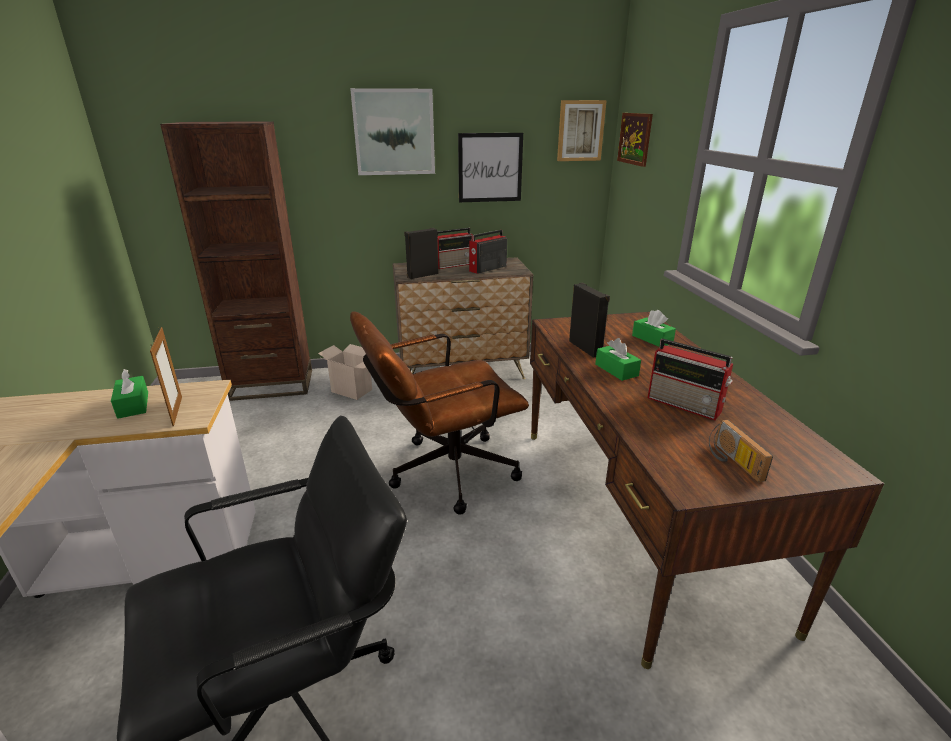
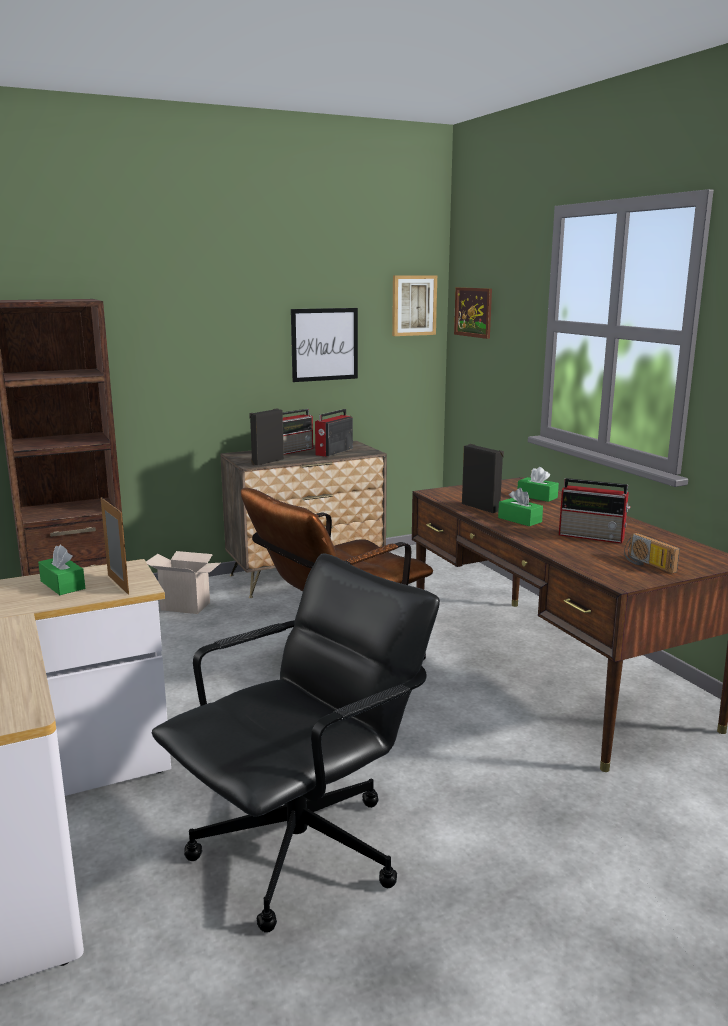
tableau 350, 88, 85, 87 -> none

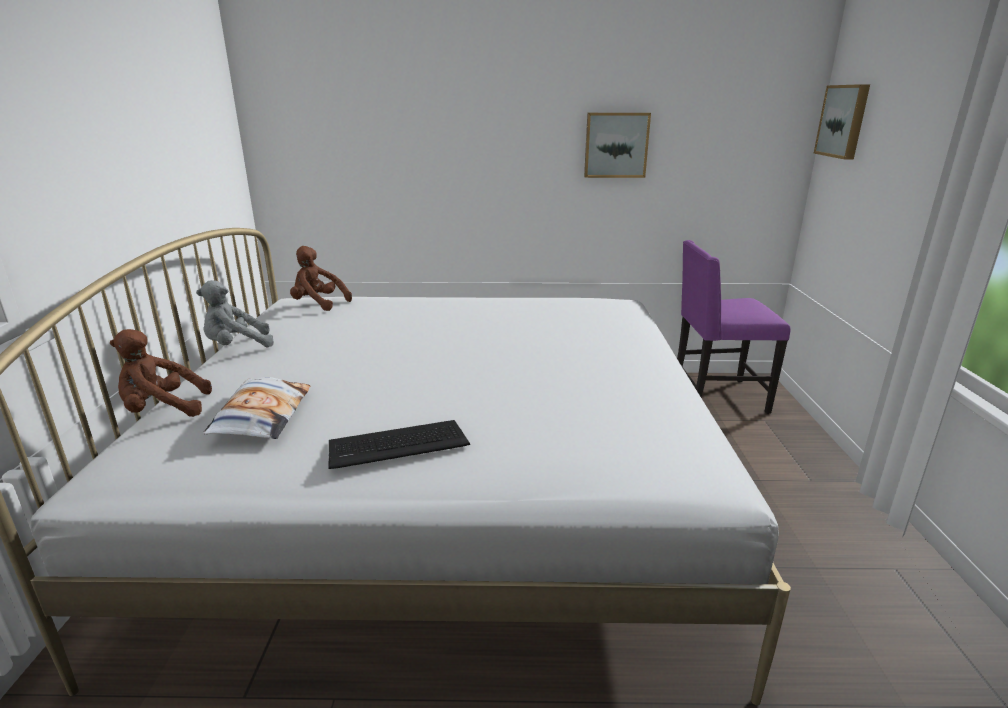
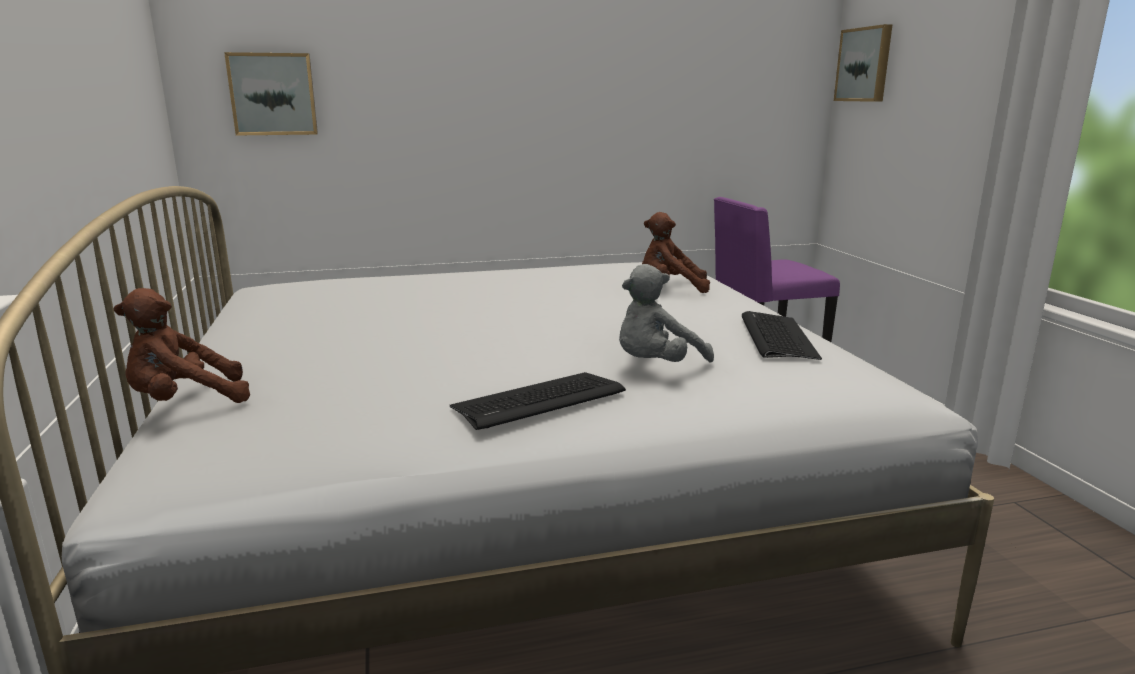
coussin 203, 377, 107, 62 -> none
none -> clavier 742, 311, 80, 49
peluche [gris] 196, 280, 78, 67 -> peluche [gris] 619, 264, 95, 99, move
peluche [marron] 290, 246, 62, 65 -> peluche [marron] 642, 212, 68, 81, move
tableau 584, 113, 67, 65 -> tableau 224, 52, 94, 84, move

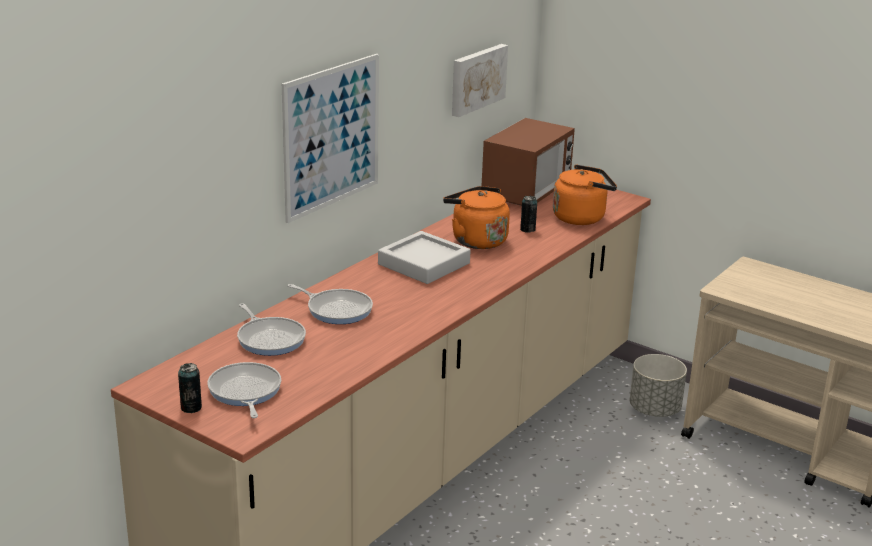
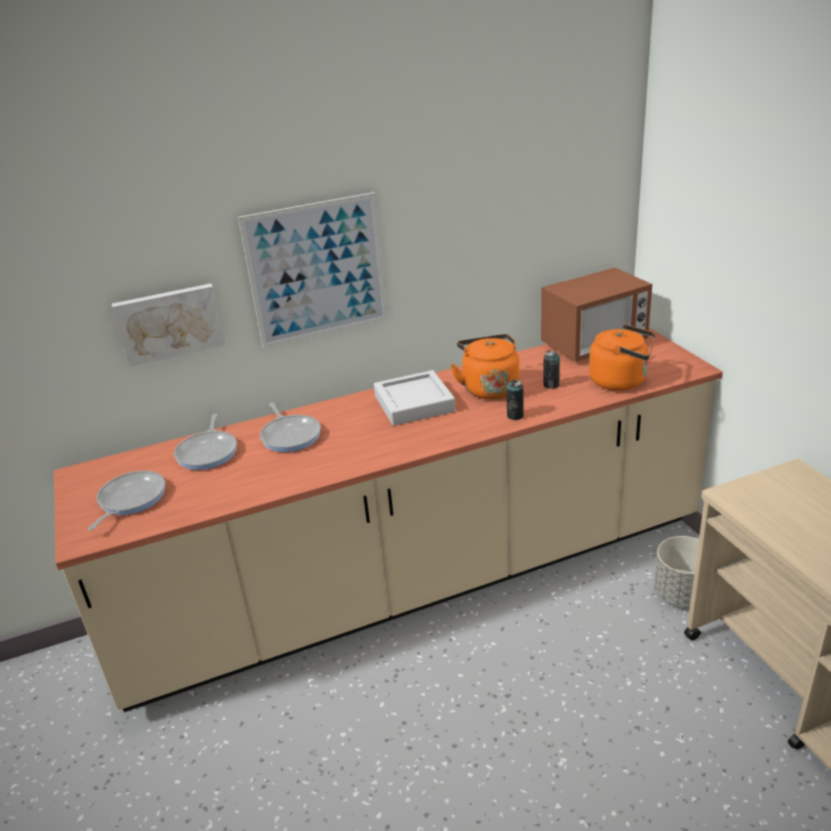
boîte métallique 178, 363, 24, 50 -> boîte métallique 506, 380, 18, 40, move
tableau 452, 44, 56, 73 -> tableau 112, 283, 113, 84, move

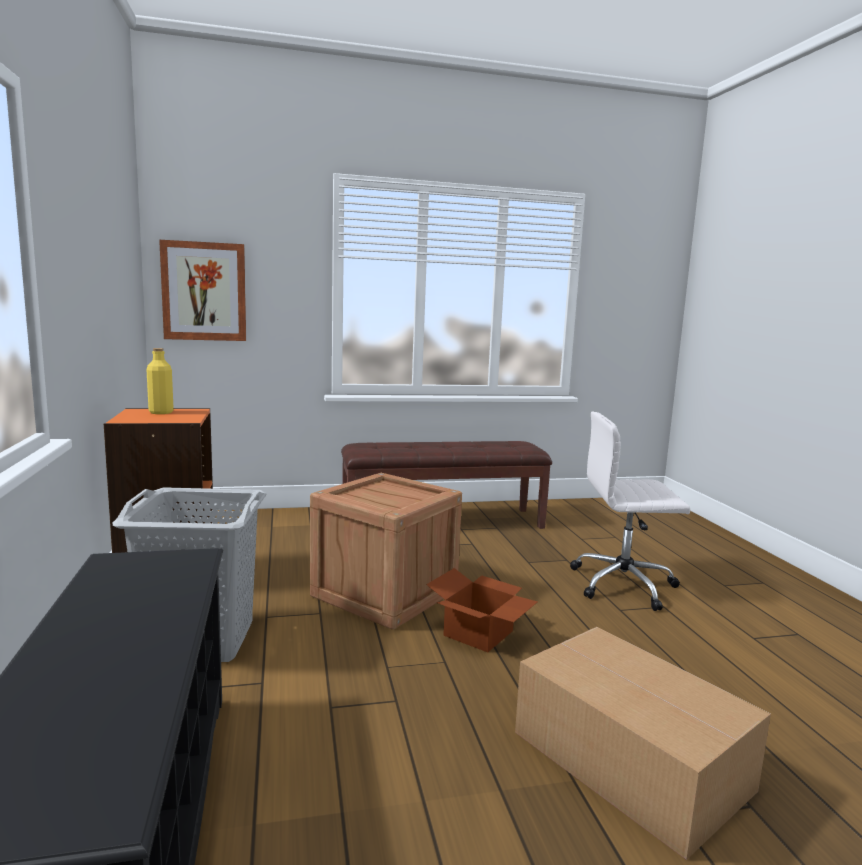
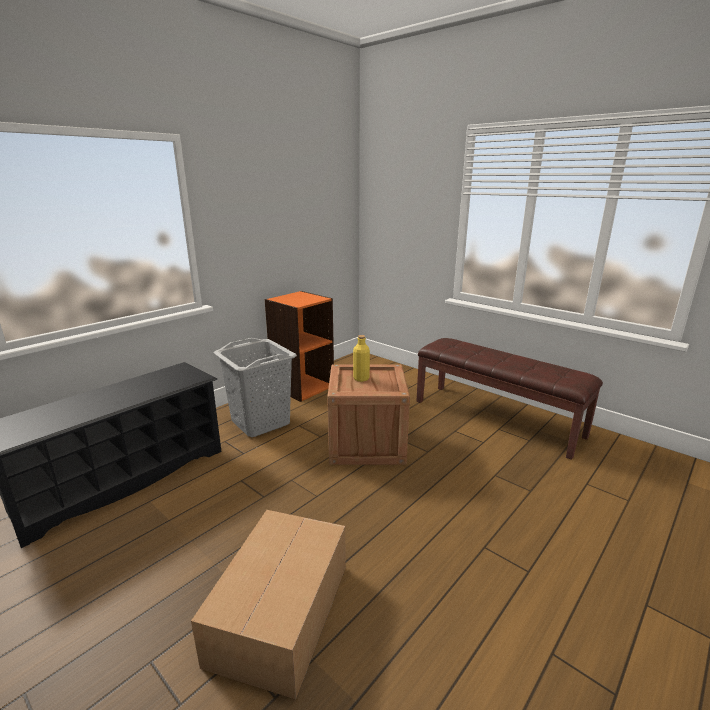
tableau 159, 240, 87, 101 -> none
carton 426, 568, 111, 84 -> none
chaise de bureau [blanc] 570, 412, 120, 199 -> none
bouteille [jaune] 146, 348, 28, 66 -> bouteille [jaune] 353, 335, 17, 47, move

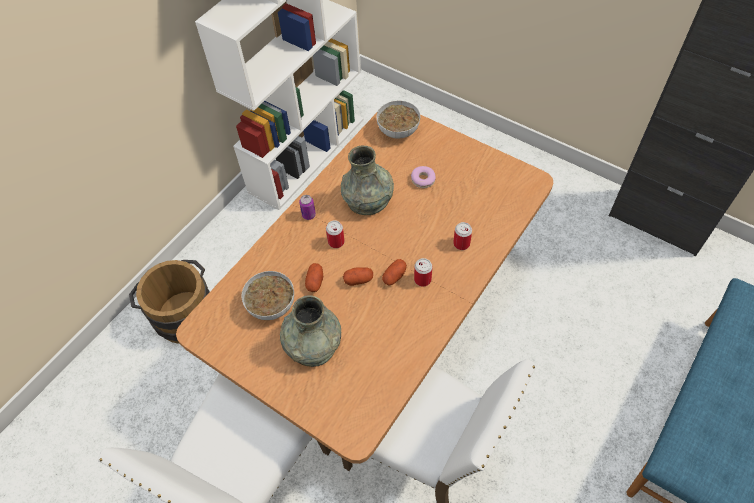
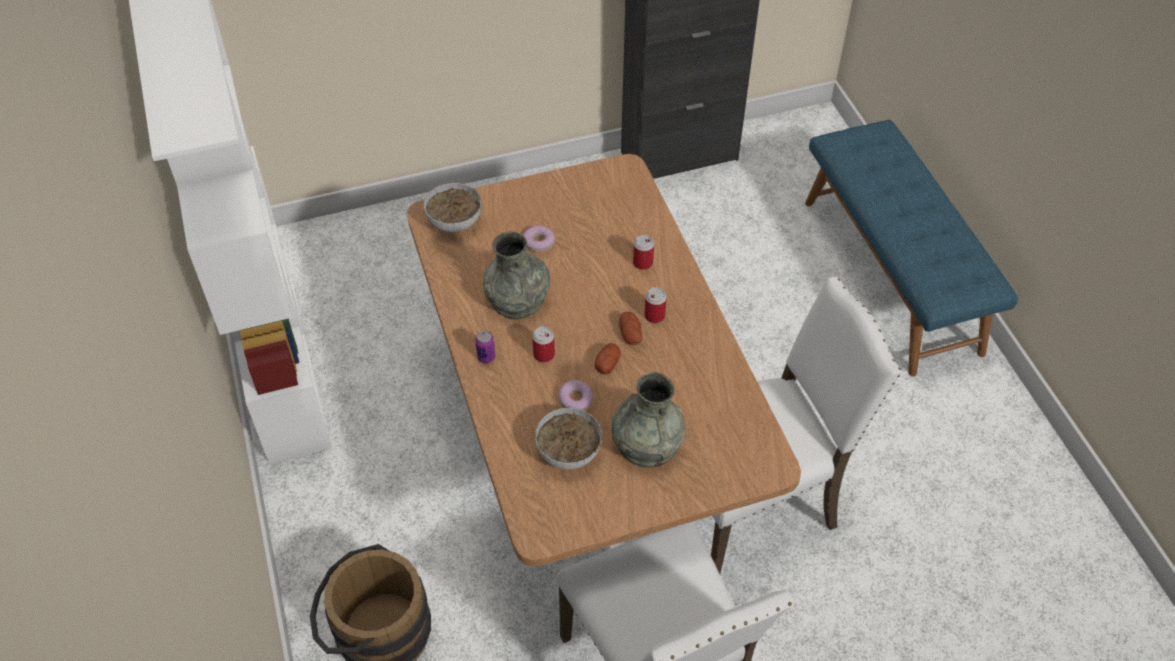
pomme de terre 305, 263, 18, 29 -> beignet 559, 380, 34, 31

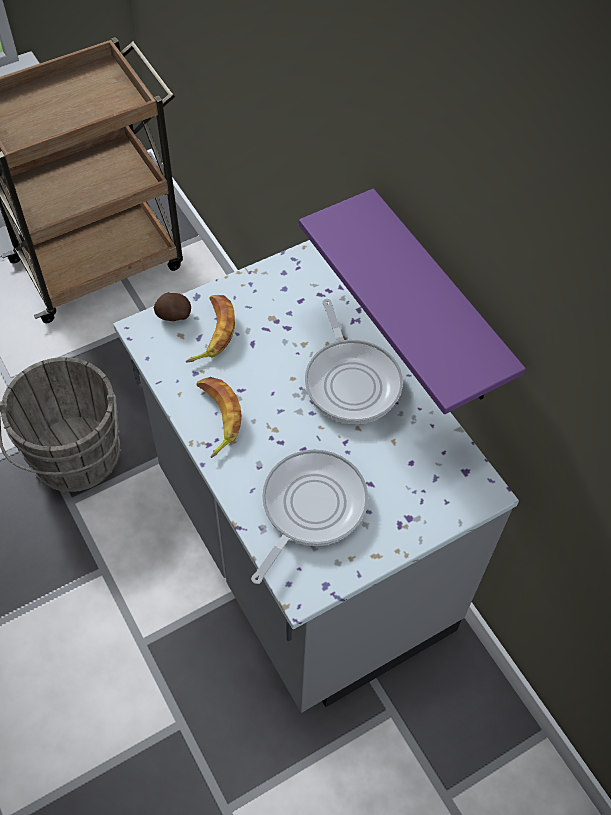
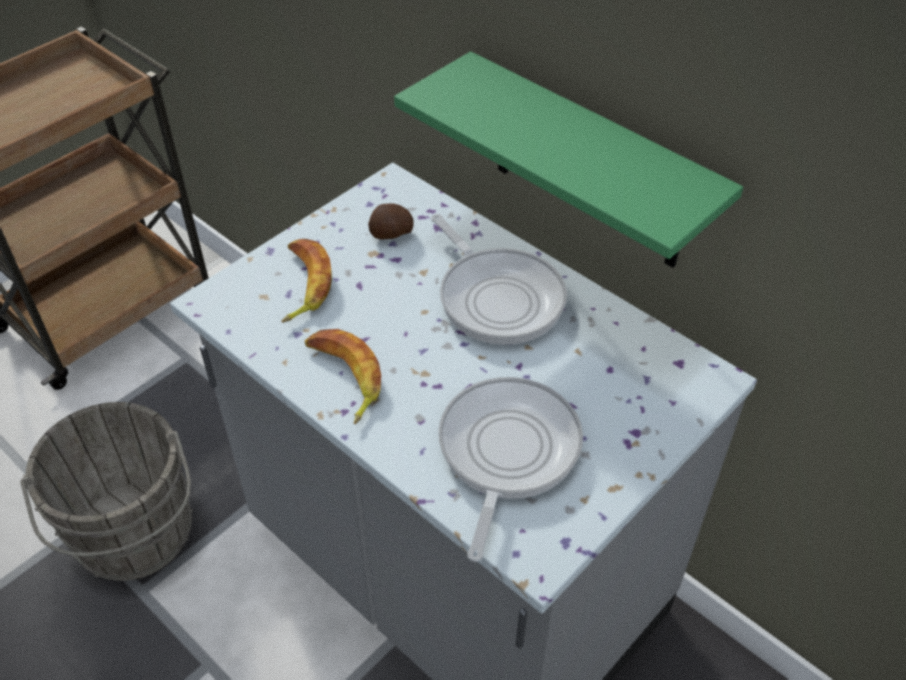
pomme de terre 154, 293, 37, 28 -> pomme de terre 368, 203, 46, 37, move
étagère [violet] 299, 189, 227, 225 -> étagère [vert] 394, 52, 349, 216

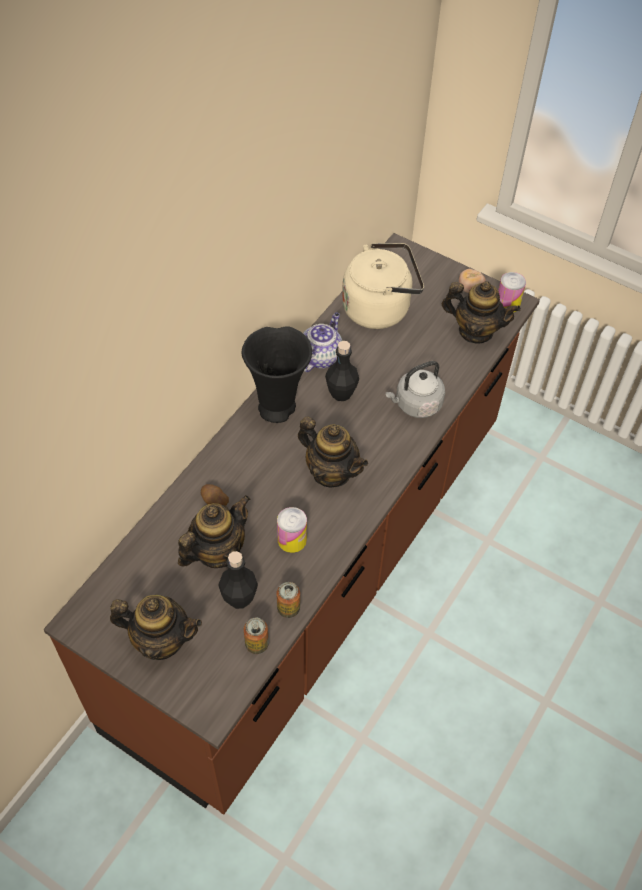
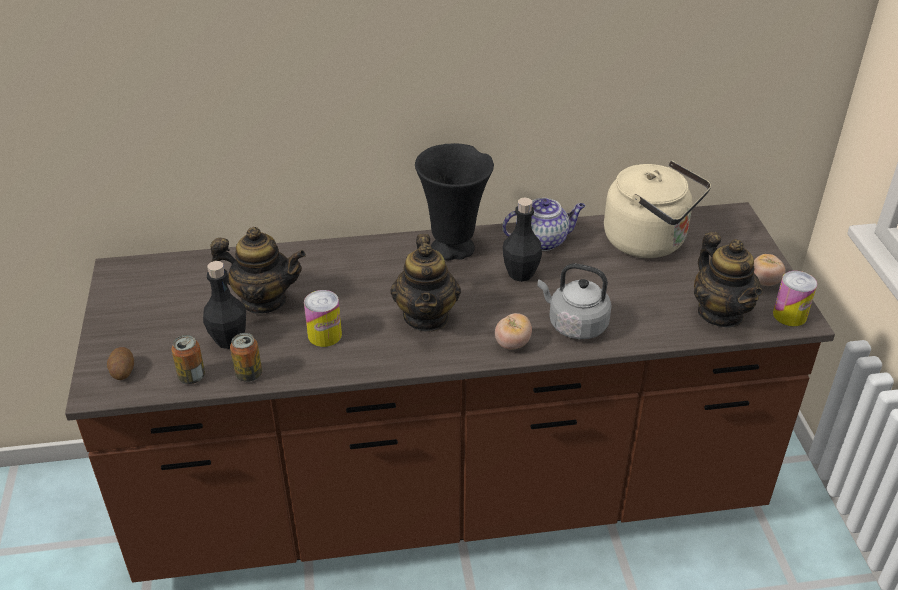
théière 110, 595, 92, 65 -> none
none -> tomate 495, 313, 37, 37
pomme de terre 201, 484, 28, 22 -> pomme de terre 107, 347, 27, 33, move

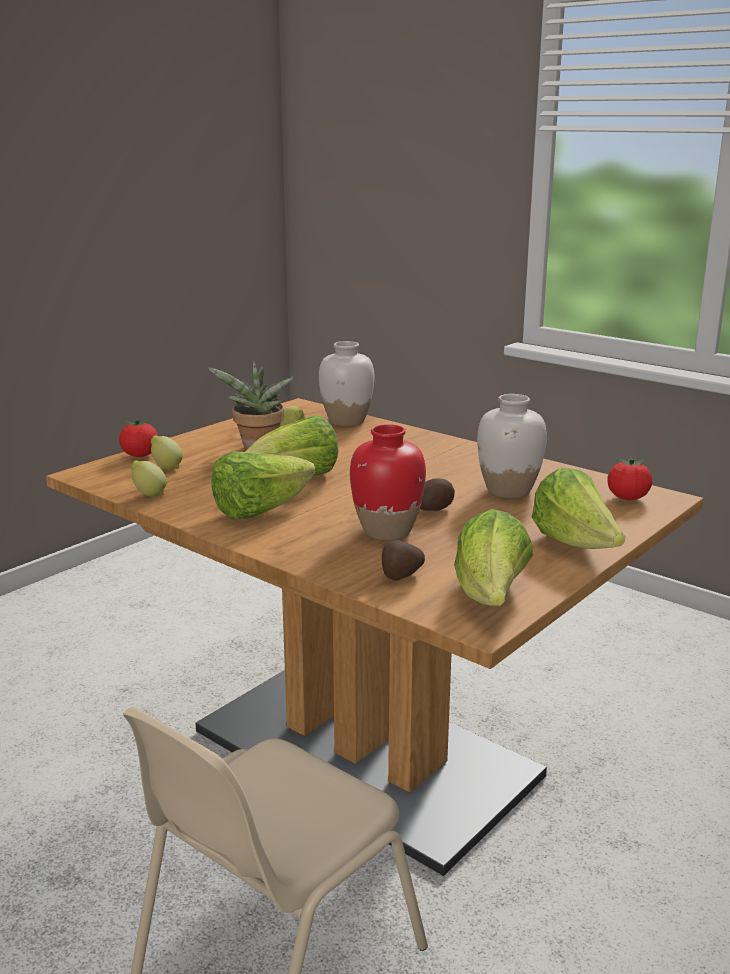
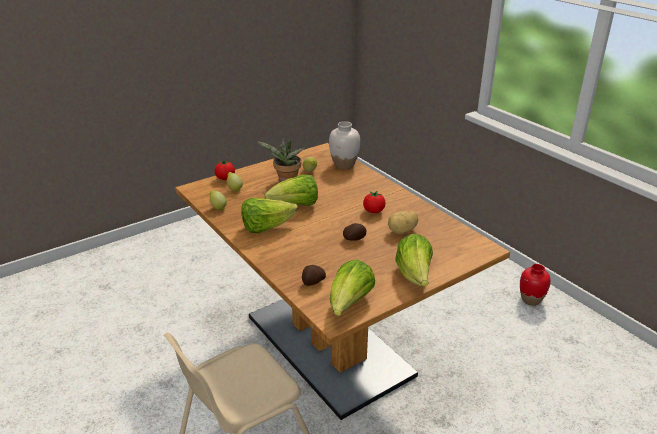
vase [rouge] 350, 424, 76, 116 -> vase [rouge] 520, 264, 31, 42, move
tomate 607, 457, 45, 43 -> tomate 363, 191, 22, 22, move
vase [blanc] 477, 394, 70, 105 -> pomme de terre 388, 211, 30, 23

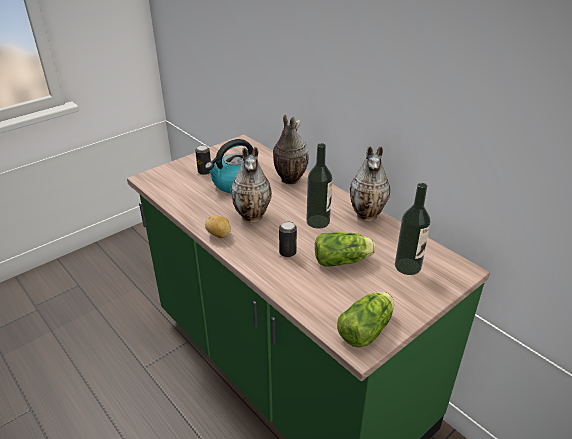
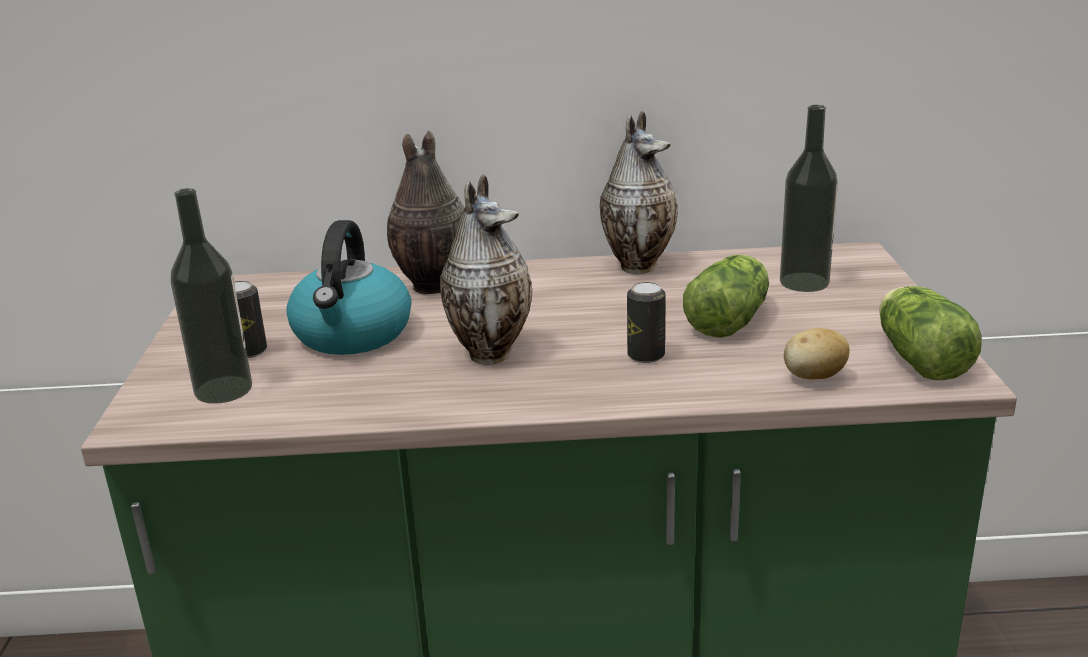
pomme de terre 205, 215, 26, 23 -> pomme de terre 784, 328, 66, 51, move
bouteille 306, 143, 27, 86 -> bouteille 171, 188, 81, 216, move

